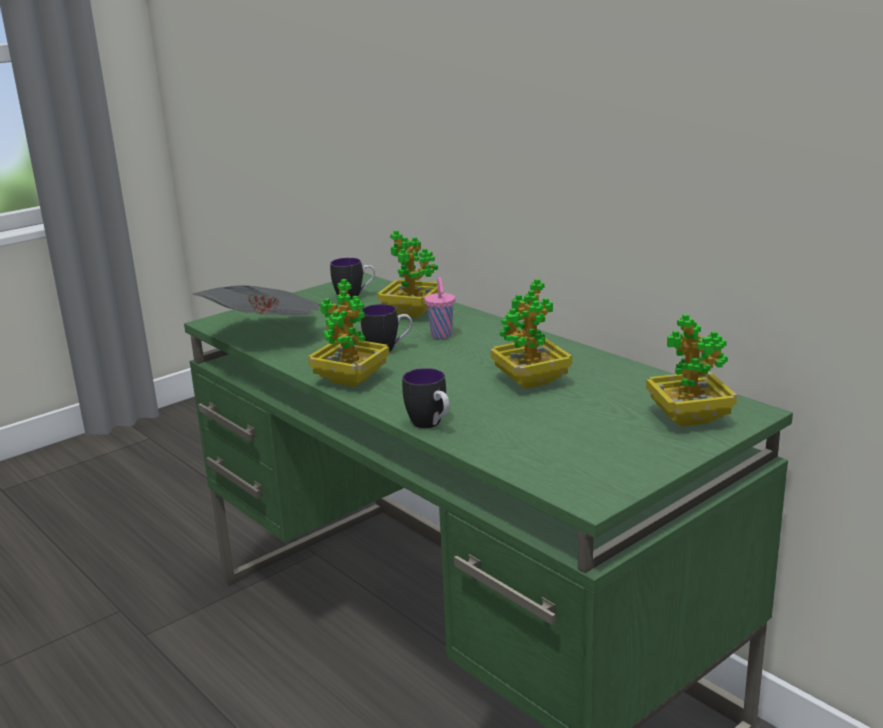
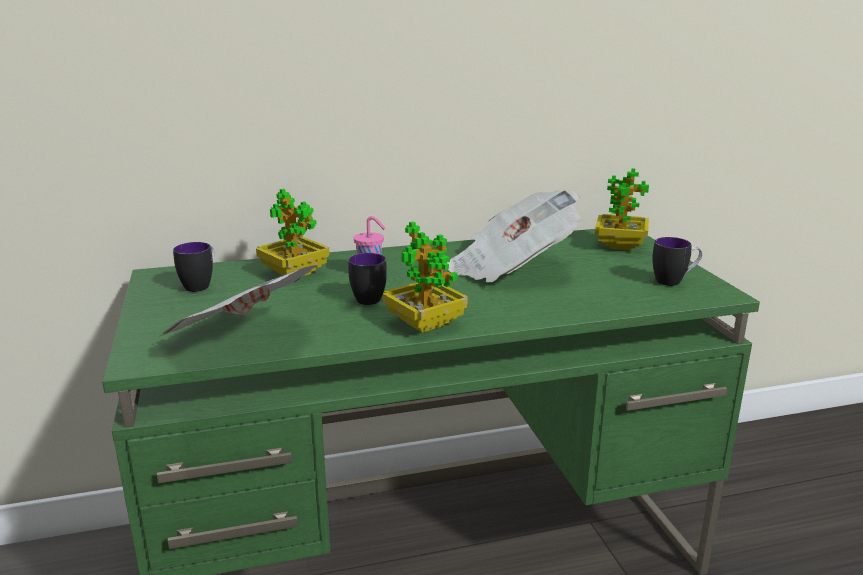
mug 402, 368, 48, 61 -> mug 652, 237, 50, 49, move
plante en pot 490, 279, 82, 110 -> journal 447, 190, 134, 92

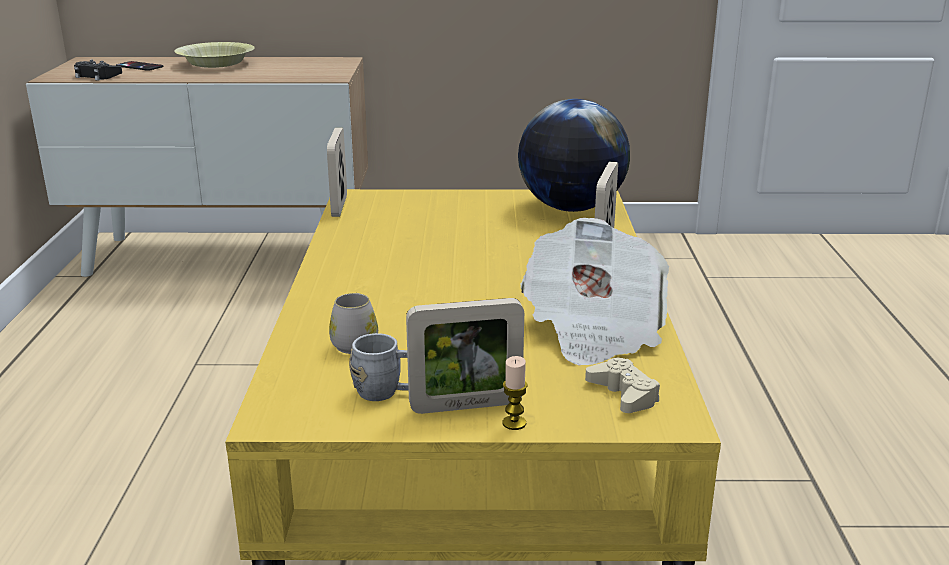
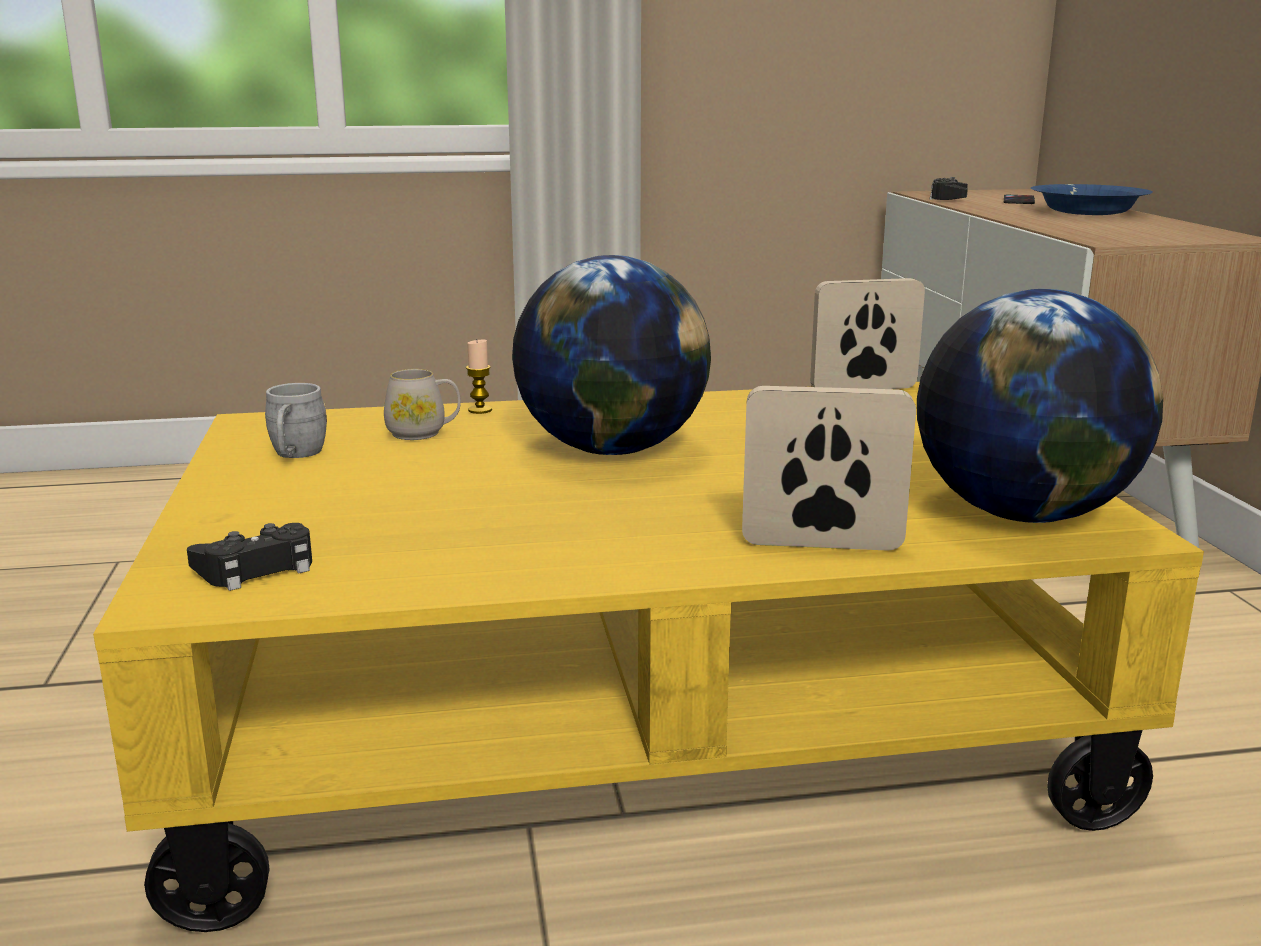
cadre photo 406, 298, 118, 116 -> none
journal 521, 218, 148, 147 -> none
none -> globe 512, 255, 199, 200
bougie 502, 356, 26, 74 -> bougie 466, 340, 26, 74, move
bol [jaune] 174, 42, 81, 26 -> bol [bleu] 1031, 184, 122, 31
manette [beige] 585, 358, 75, 55 -> manette [noir] 187, 523, 125, 68

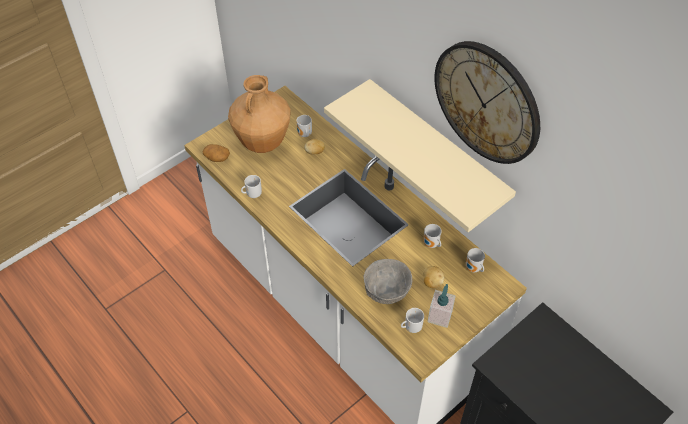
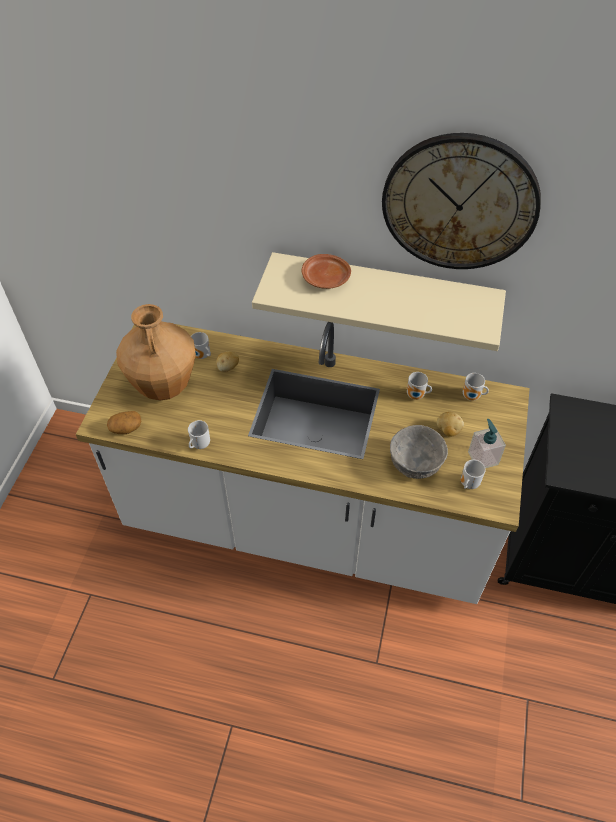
none -> assiette [marron] 302, 254, 49, 35

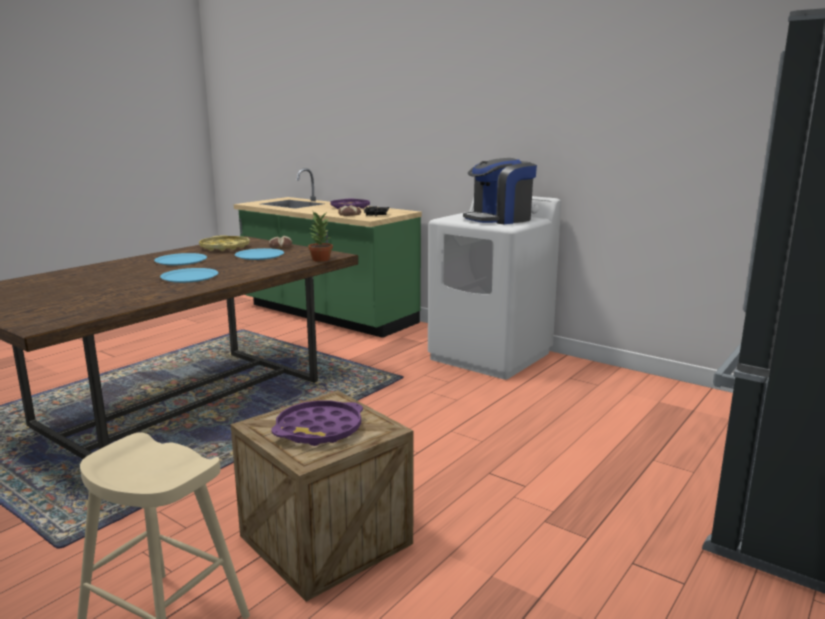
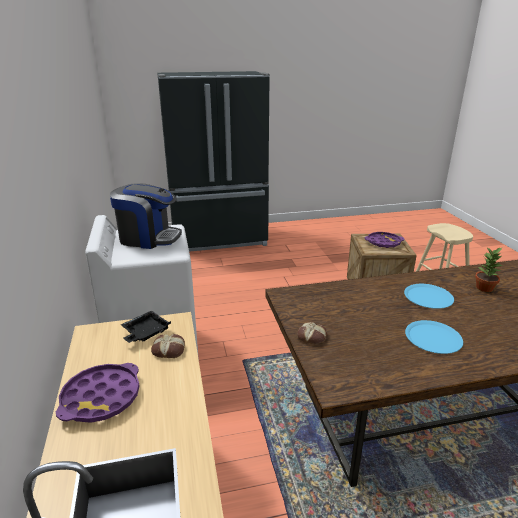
plateau [jaune] 199, 235, 51, 16 -> none
assiette [bleu] 235, 248, 49, 12 -> none
plante en pot 308, 212, 25, 50 -> plante en pot 475, 248, 28, 44, move

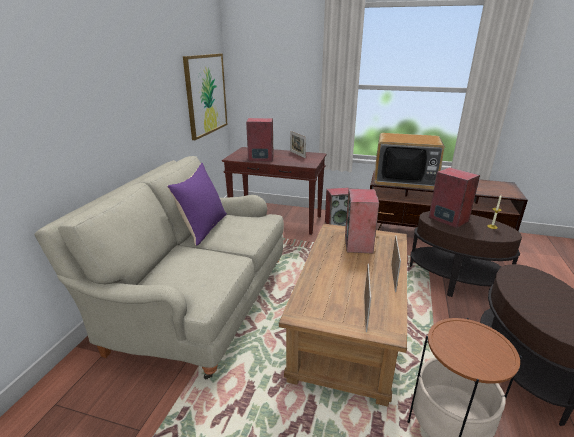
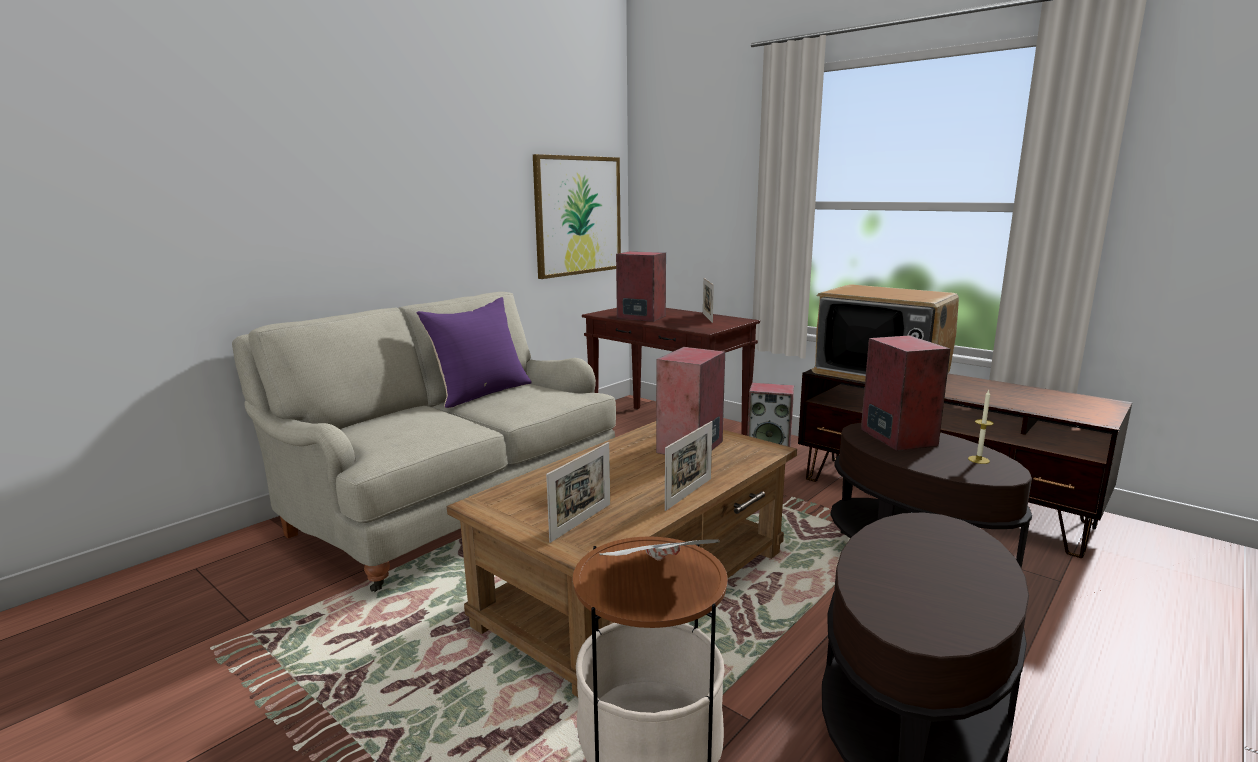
none -> journal 600, 539, 119, 22

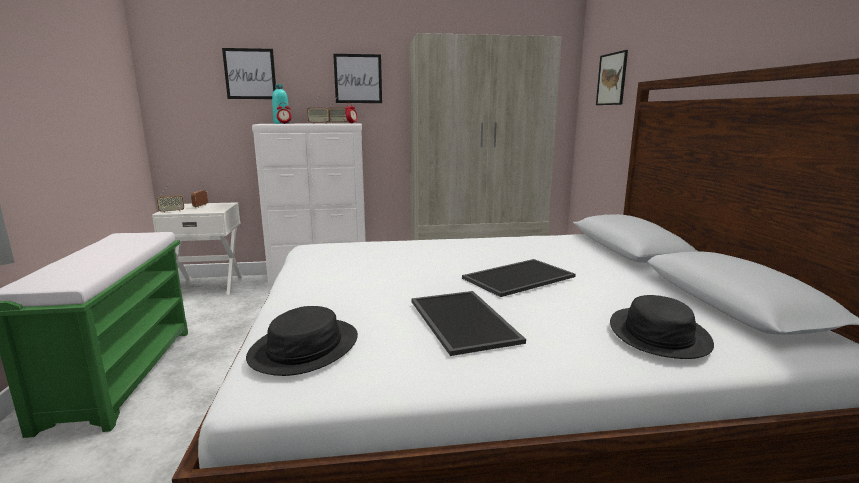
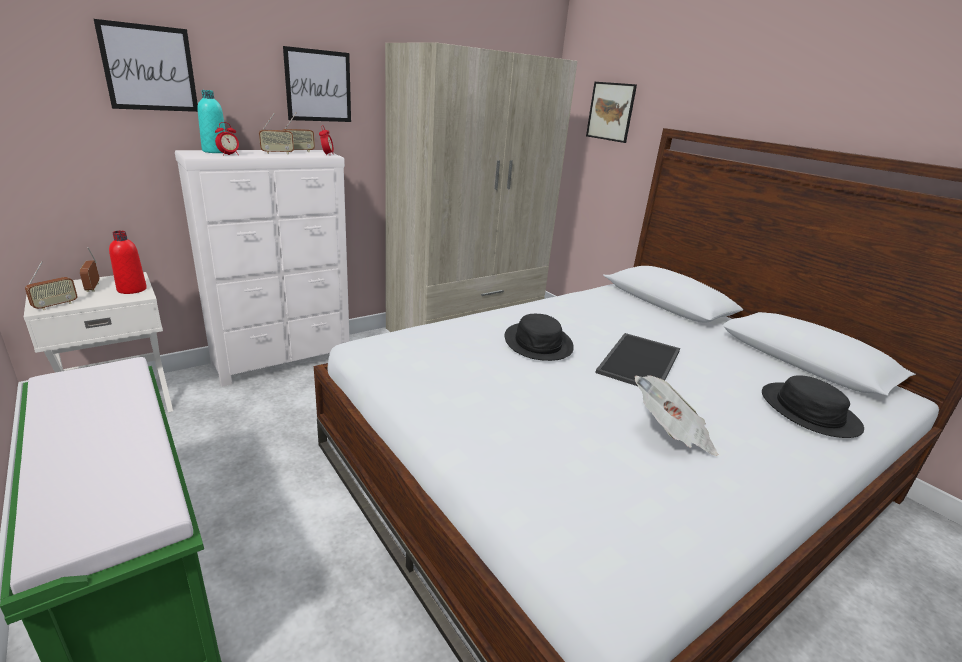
none -> bouteille [rouge] 109, 231, 38, 63
chapeau [noir] 246, 306, 112, 70 -> chapeau [noir] 505, 314, 69, 47, move
plateau 412, 291, 114, 65 -> journal 635, 375, 84, 81

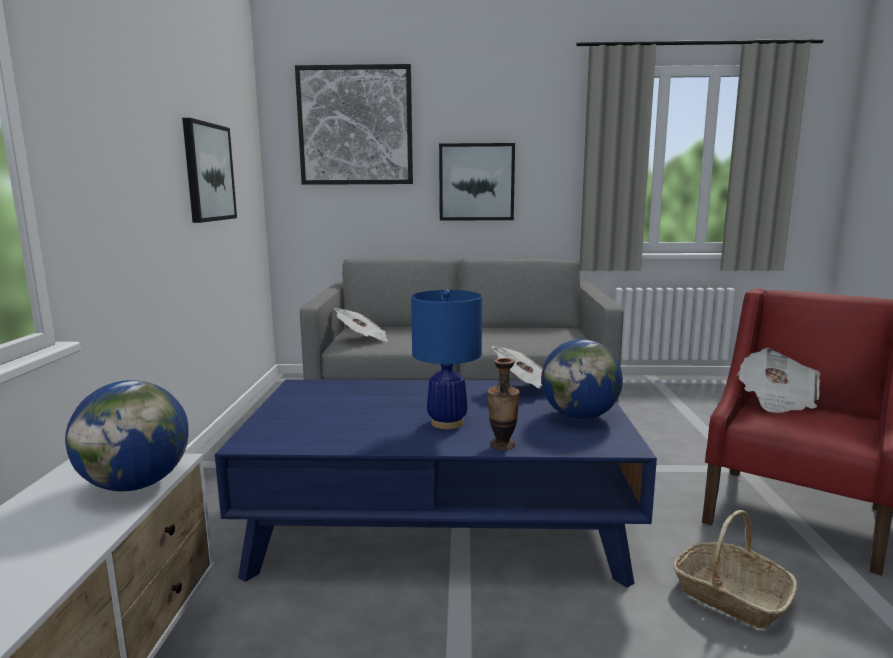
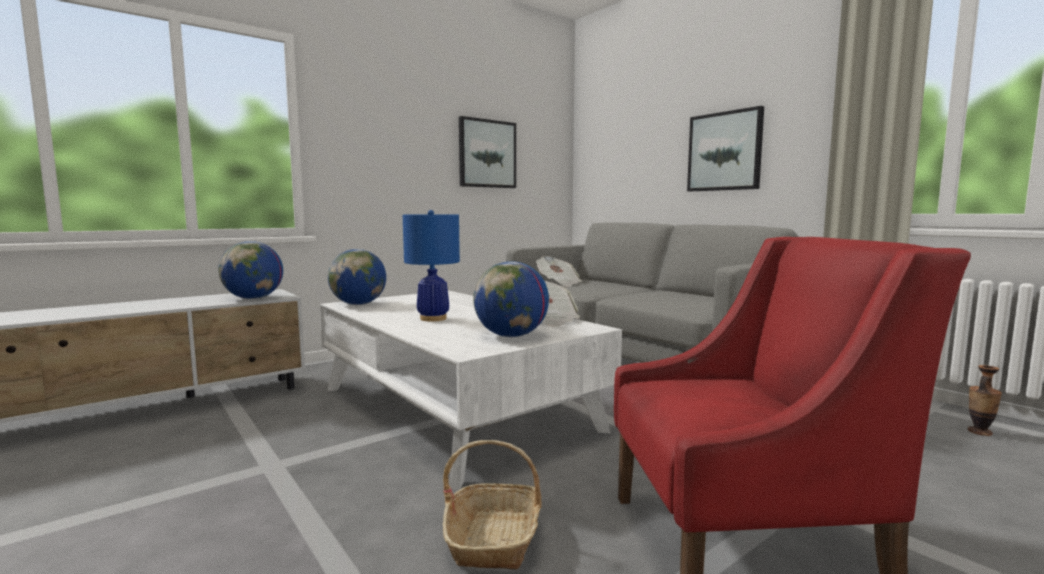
tableau 295, 64, 118, 121 -> none
journal 737, 348, 83, 65 -> none
none -> globe 328, 249, 58, 56
vase 487, 358, 33, 92 -> vase 968, 365, 34, 71, move
table basse [bleu] 215, 379, 442, 209 -> table basse [blanc] 320, 291, 302, 199

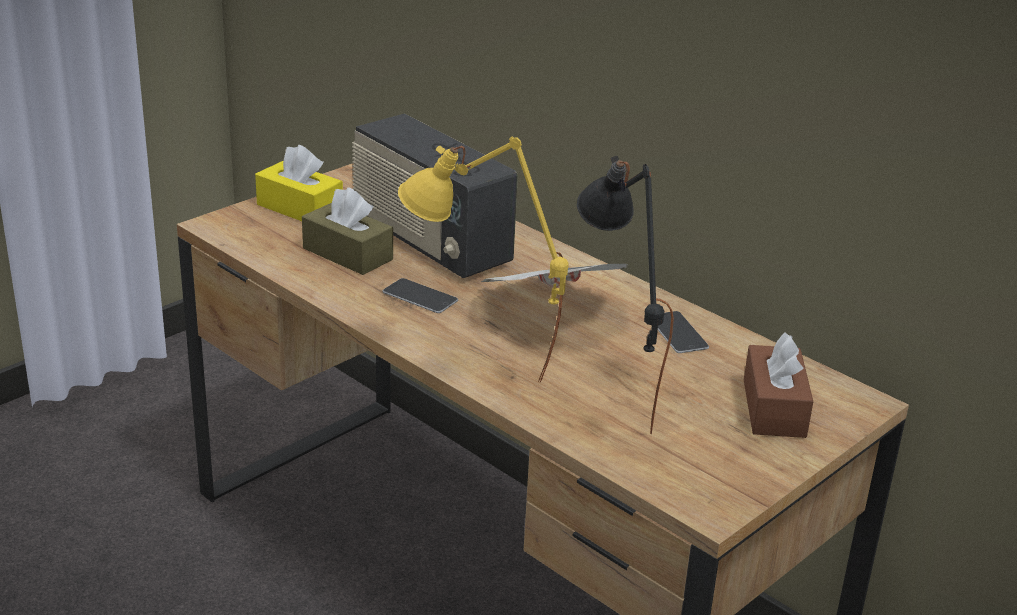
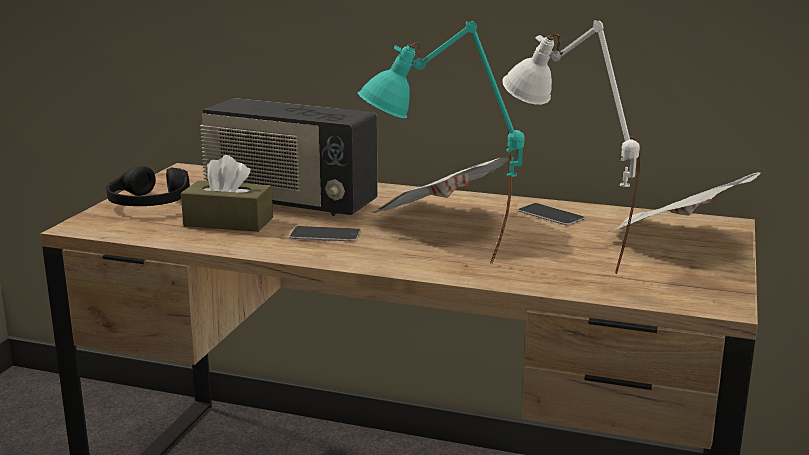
boîte à mouchoirs [jaune] 255, 145, 88, 76 -> casque audio [noir] 106, 166, 84, 40
boîte à mouchoirs [marron] 744, 332, 69, 106 -> journal 609, 172, 152, 60
lampe de table [jaune] 398, 136, 171, 246 -> lampe de table [turquoise] 358, 21, 167, 243
lampe de table [noir] 577, 156, 97, 278 -> lampe de table [blanc] 503, 20, 137, 254

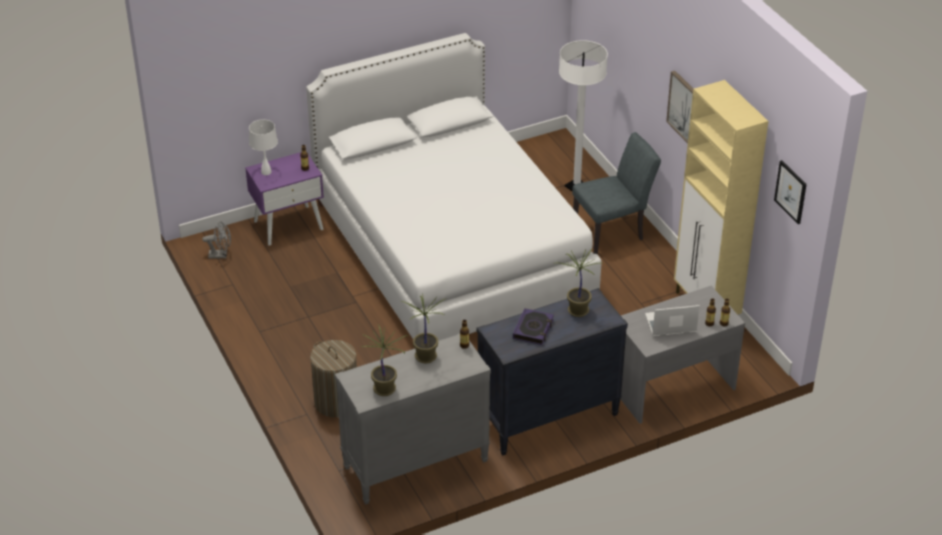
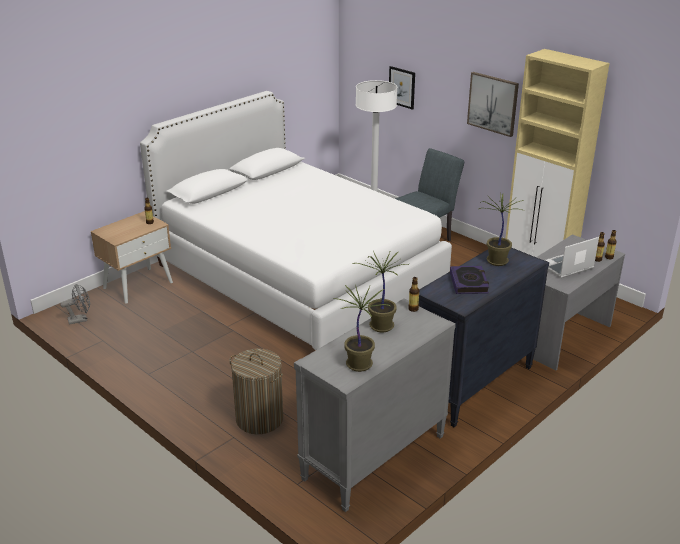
lampe de table [blanc] 249, 120, 29, 55 -> none
tableau 774, 160, 33, 64 -> tableau 389, 66, 26, 44, move
table de chevet [violet] 245, 152, 79, 94 -> table de chevet [beige] 91, 211, 82, 92

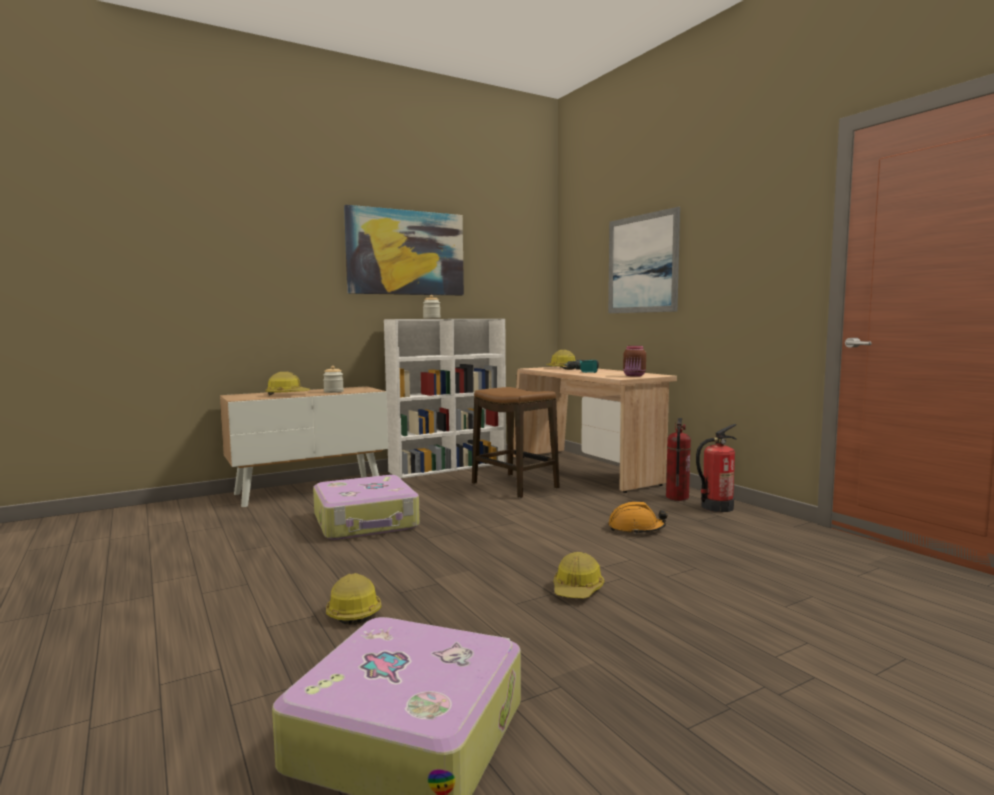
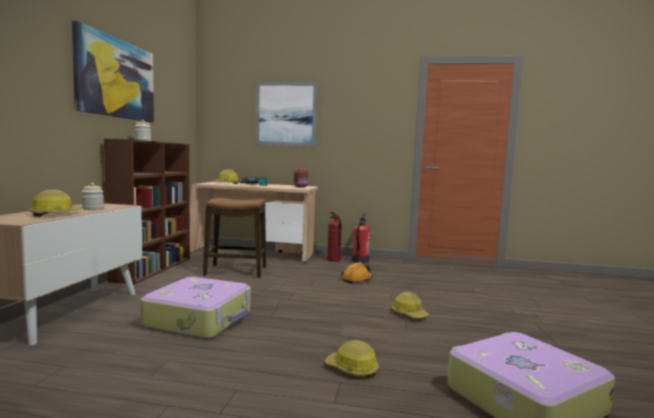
bibliothèque [blanc] 384, 319, 122, 160 -> bibliothèque [marron] 104, 139, 86, 146

